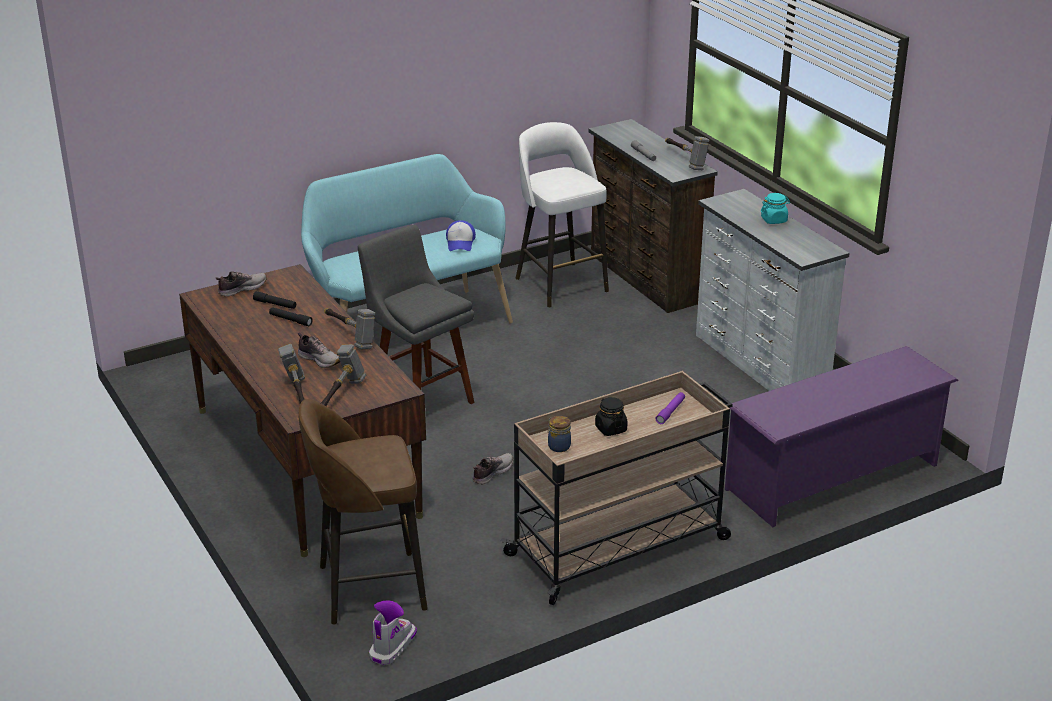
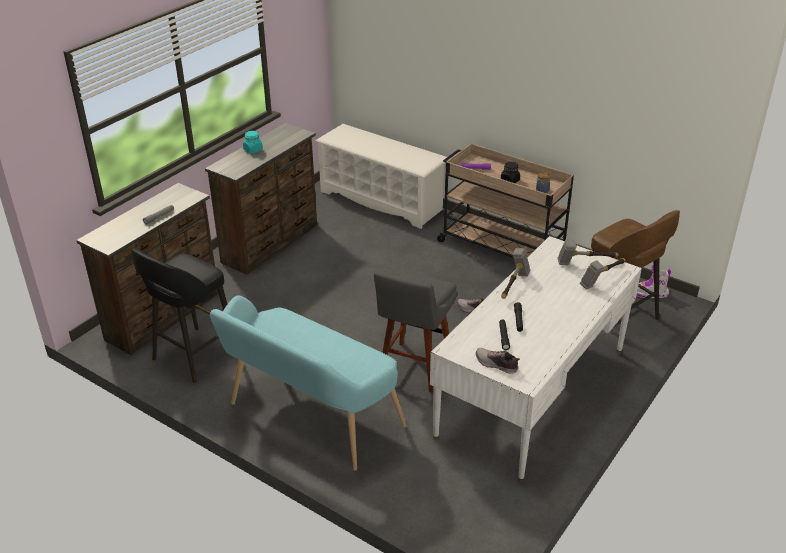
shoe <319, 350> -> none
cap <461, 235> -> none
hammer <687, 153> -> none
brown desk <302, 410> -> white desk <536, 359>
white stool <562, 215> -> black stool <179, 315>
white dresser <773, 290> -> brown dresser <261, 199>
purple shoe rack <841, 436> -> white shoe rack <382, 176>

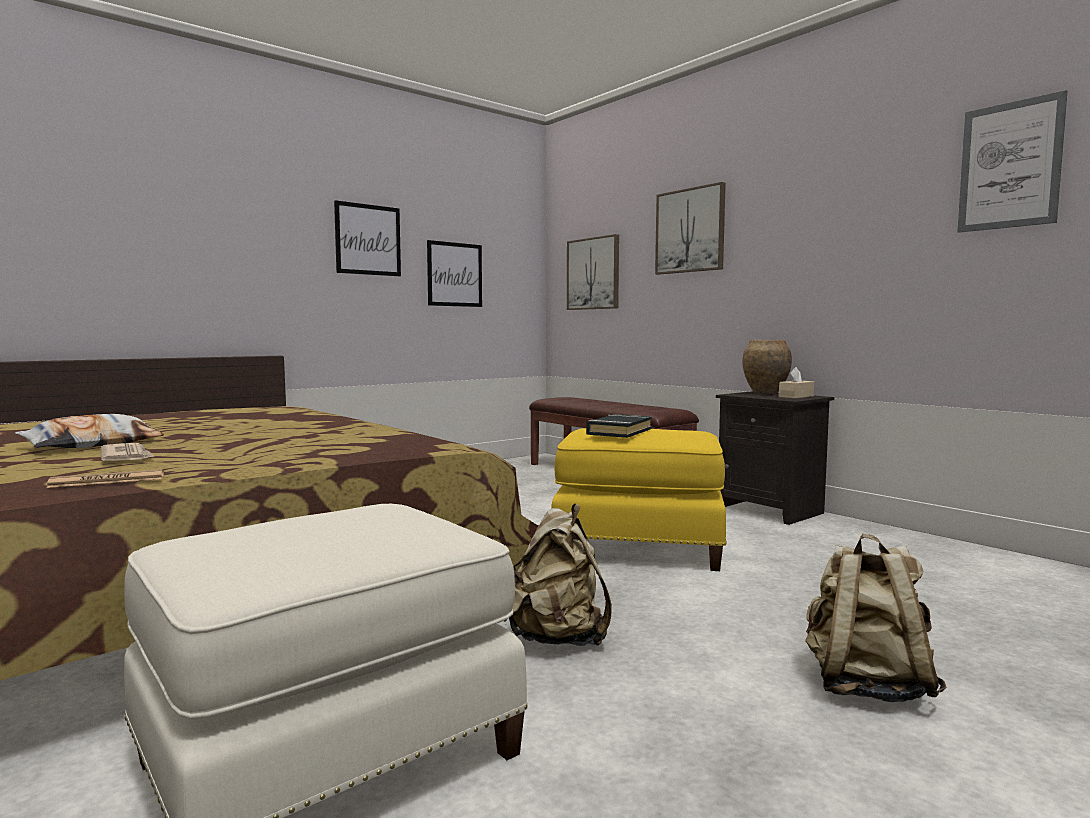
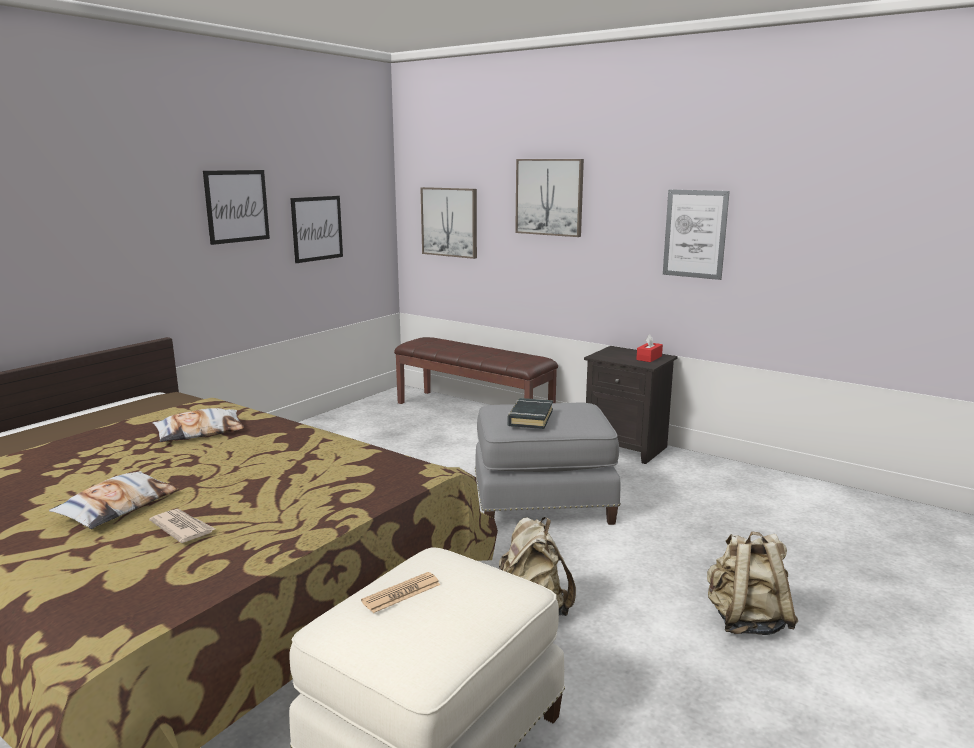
brown vase <767, 367> -> none
none -> pillow <198, 425>
newspaper <105, 478> -> newspaper <401, 592>, move
picture <1012, 161> -> picture <696, 234>, move
yellow ottoman <639, 499> -> grey ottoman <548, 464>
beige tissue box <796, 382> -> red tissue box <649, 348>

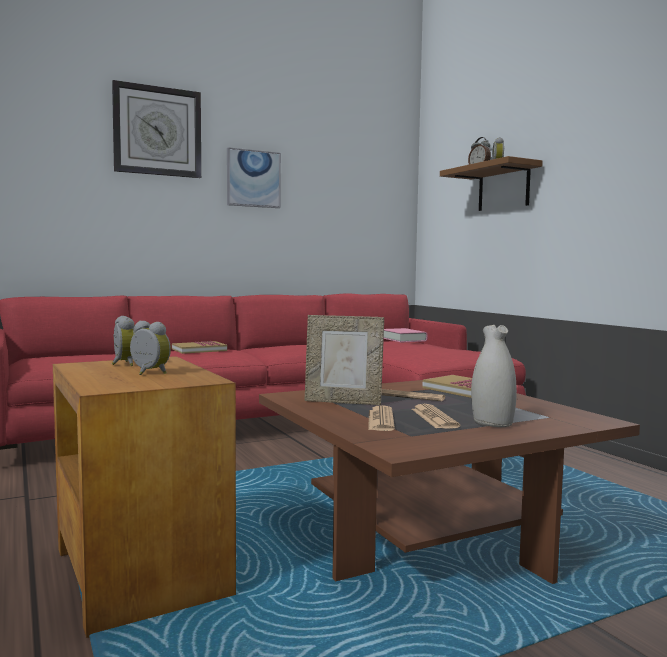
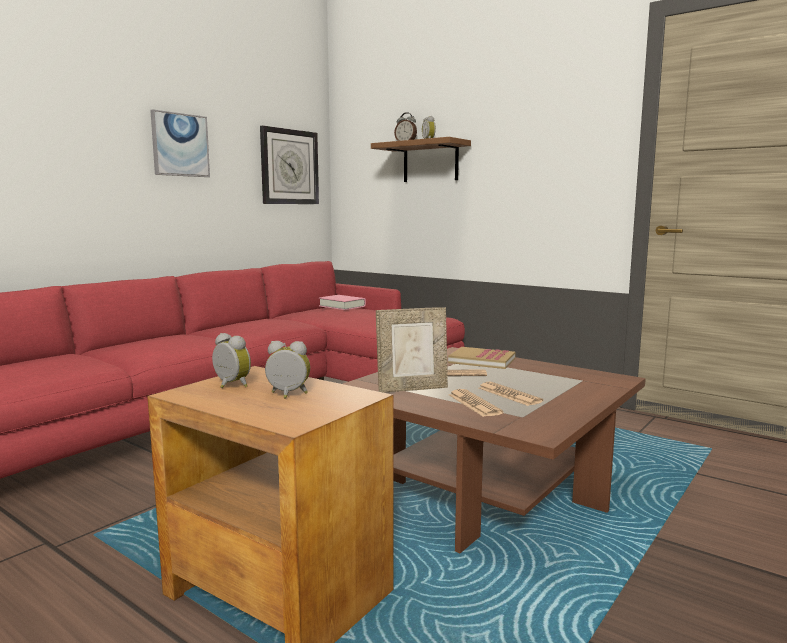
book <199, 347> -> none
white vase <494, 376> -> none
wall clock <156, 129> -> wall clock <289, 164>, move

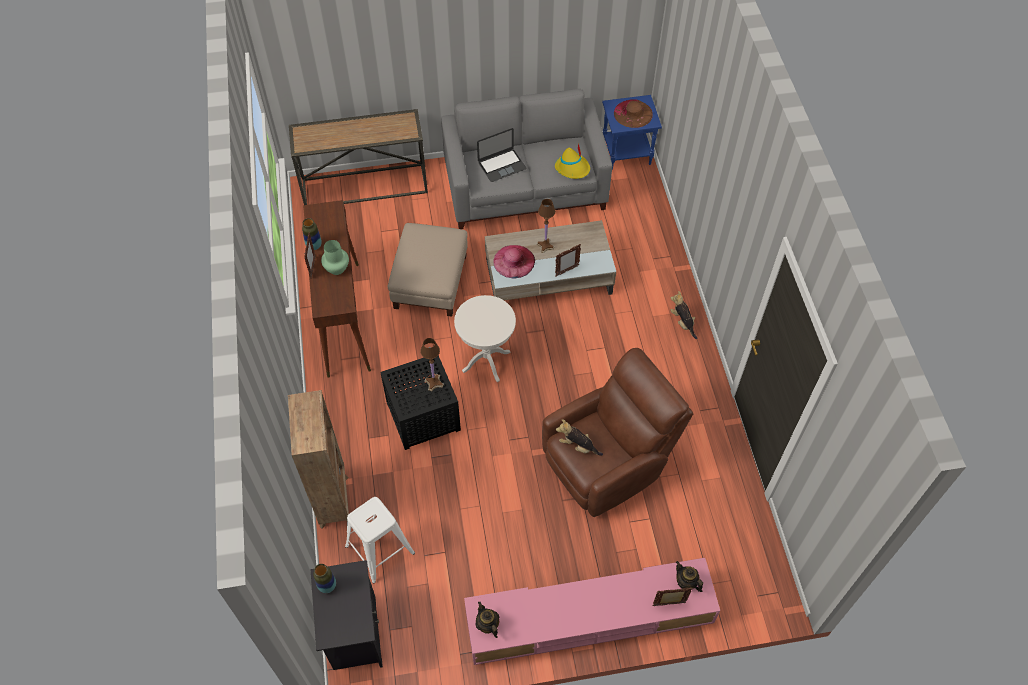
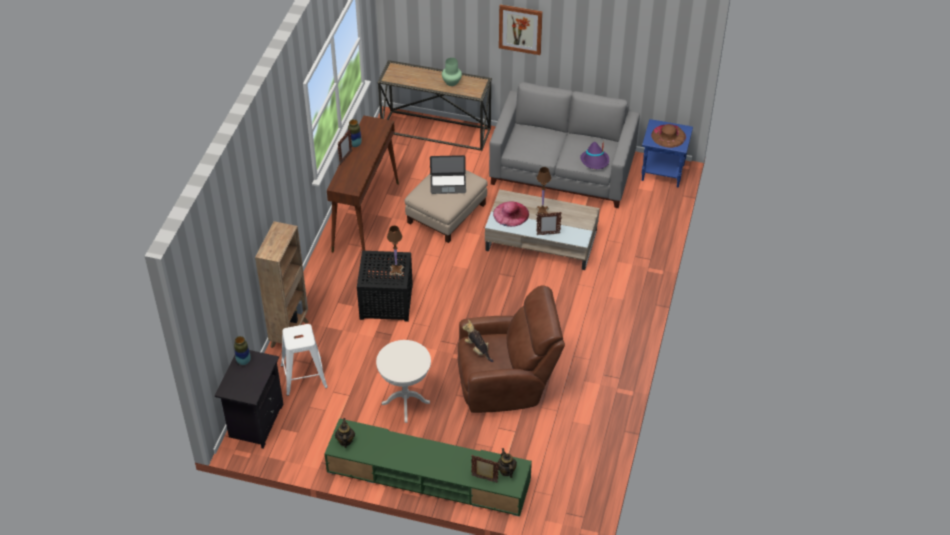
plush toy <684, 315> -> none
none -> picture <521, 29>
green vase <335, 257> -> green vase <452, 72>, move
white side table <485, 338> -> white side table <403, 381>, move
laptop <501, 155> -> laptop <448, 174>, move
pink tv stand <592, 611> -> green tv stand <428, 467>
yellow hat <572, 161> -> purple hat <594, 154>

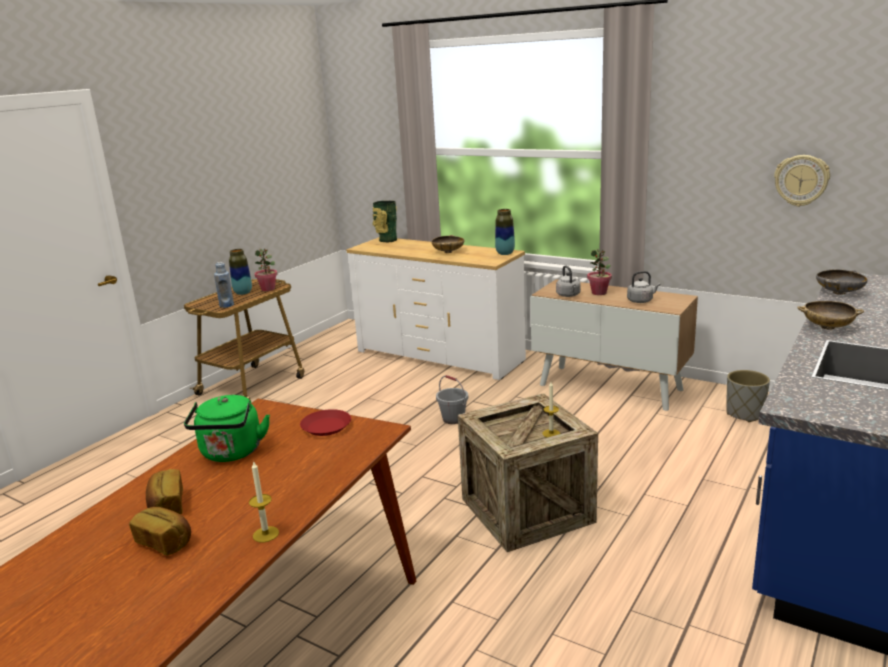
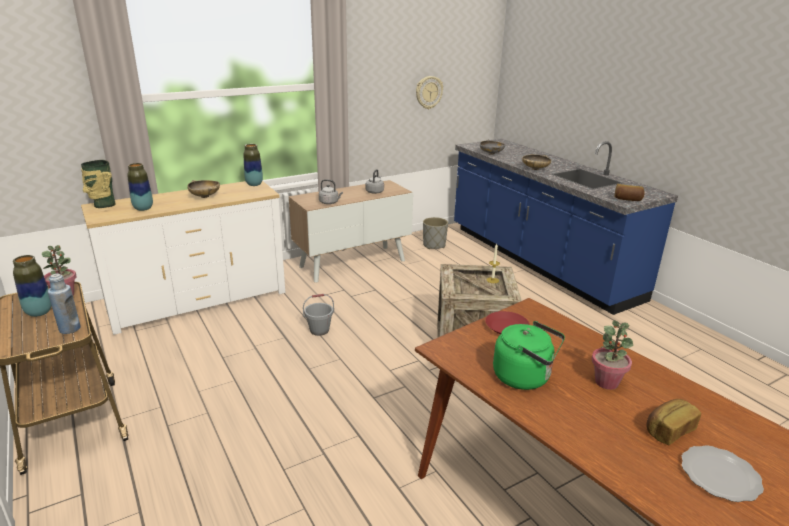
candle <264, 501> -> none
none -> vase <140, 187>
none -> plate <722, 473>
bread <164, 491> -> bread <629, 192>, move
potted plant <599, 272> -> potted plant <612, 355>, move

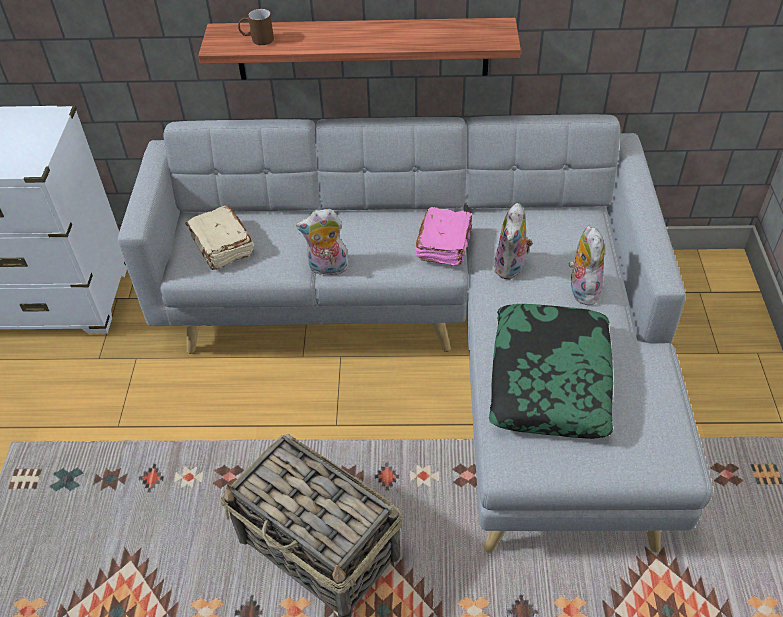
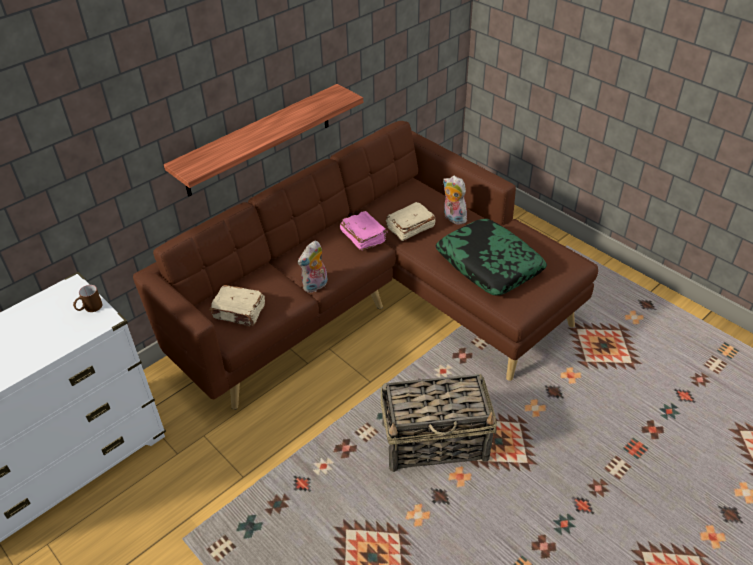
brown mug <256, 27> -> brown mug <88, 298>, move
plush toy <513, 241> -> beige book <411, 221>
grey sofa <415, 333> -> brown sofa <365, 265>

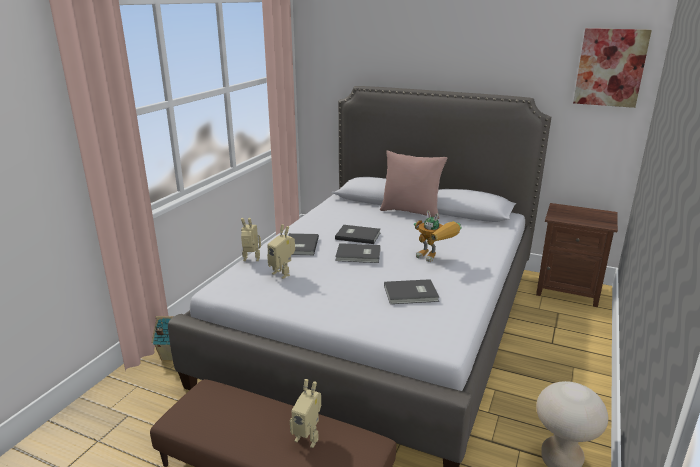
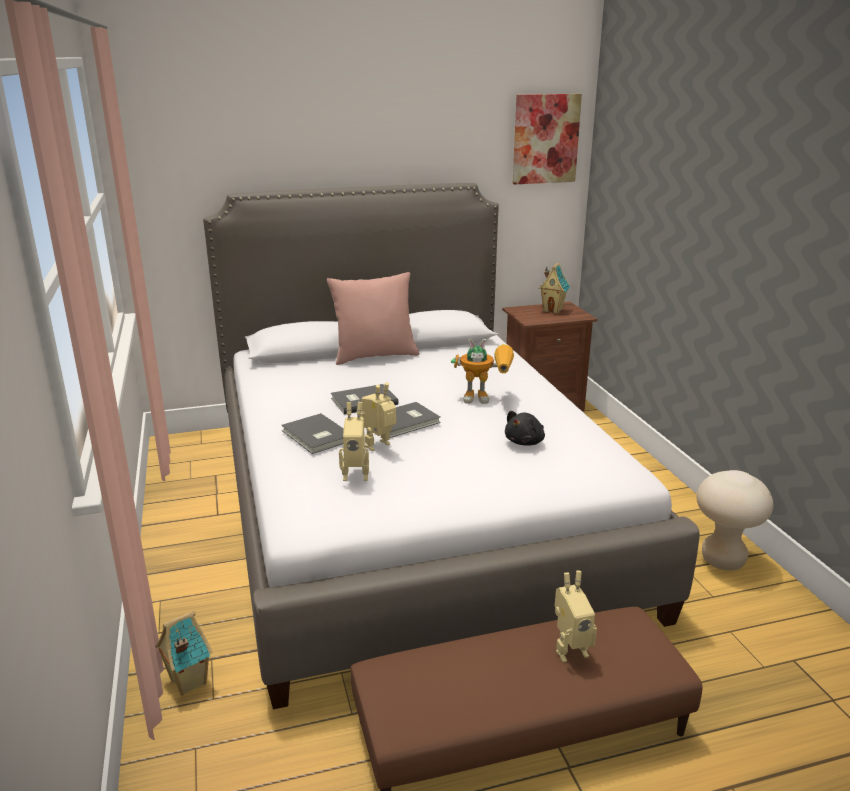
none -> toy house <554, 288>
toy robot <251, 239> -> toy robot <378, 416>, move
grey book <411, 291> -> black plush toy <525, 428>

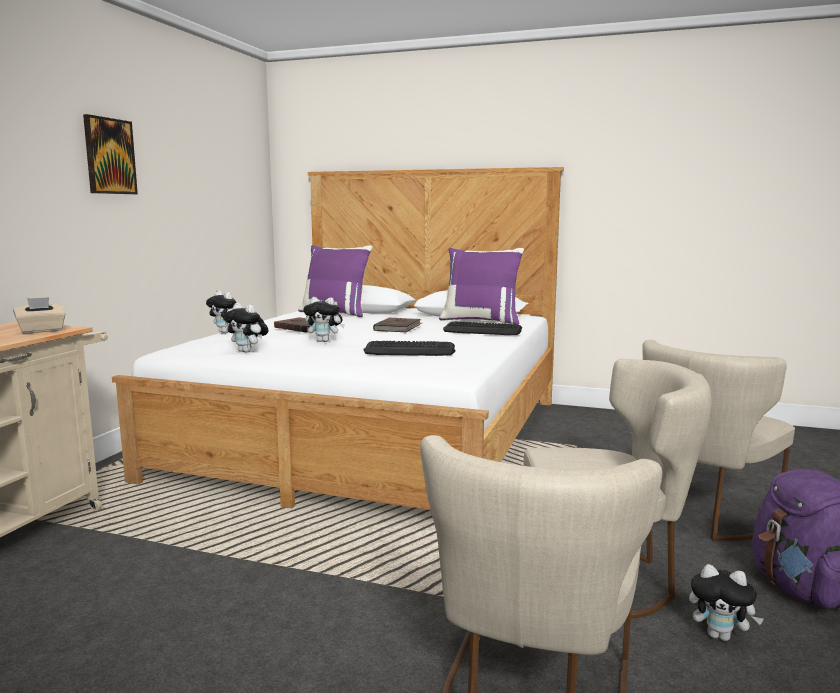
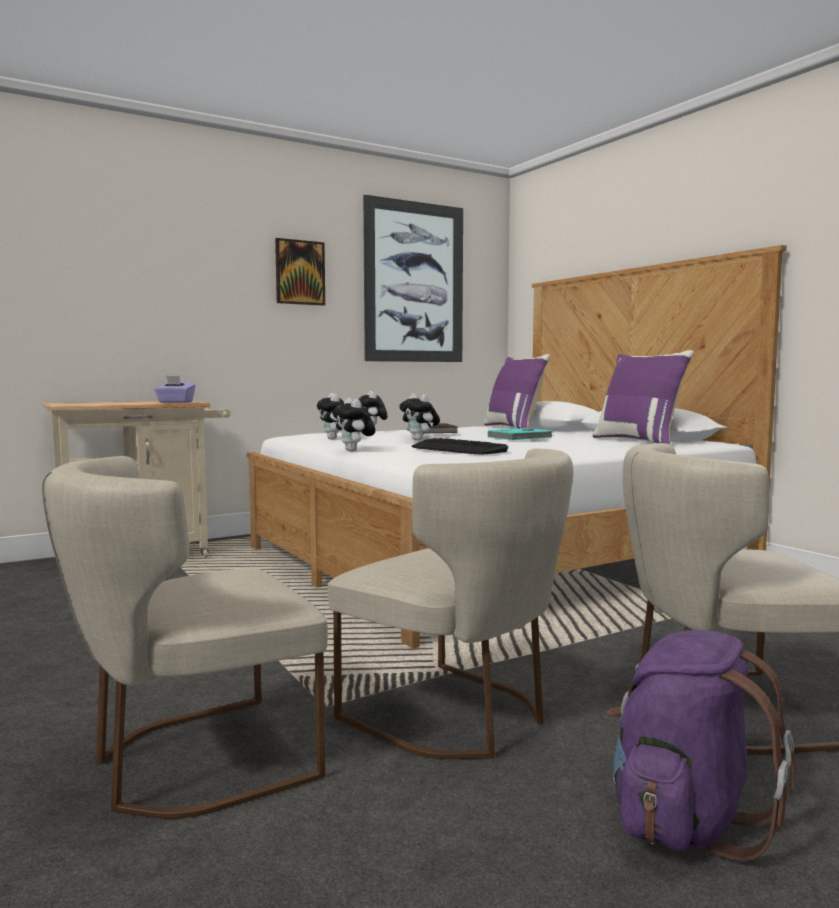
keyboard <482, 328> -> none
none -> picture <413, 278>
plush toy <726, 602> -> plush toy <353, 425>, move
beige tissue box <39, 315> -> purple tissue box <175, 389>
brown book <397, 324> -> turquoise book <521, 434>

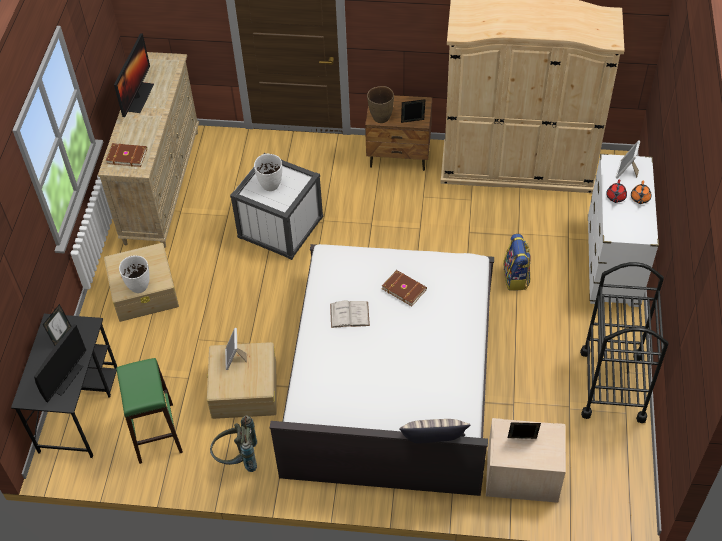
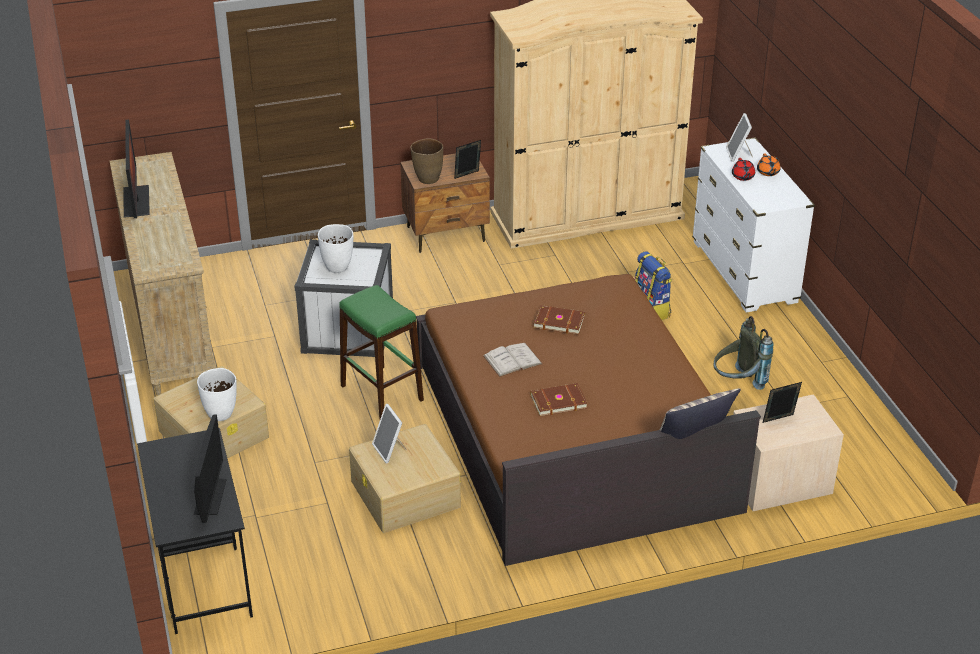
picture frame <57, 325> -> none
black cart <624, 342> -> none
brown book <126, 155> -> brown book <559, 400>, move
green stool <149, 411> -> green stool <381, 352>, move
grey backpack <233, 443> -> grey backpack <743, 353>, move
white bed <382, 370> -> brown bed <588, 420>

